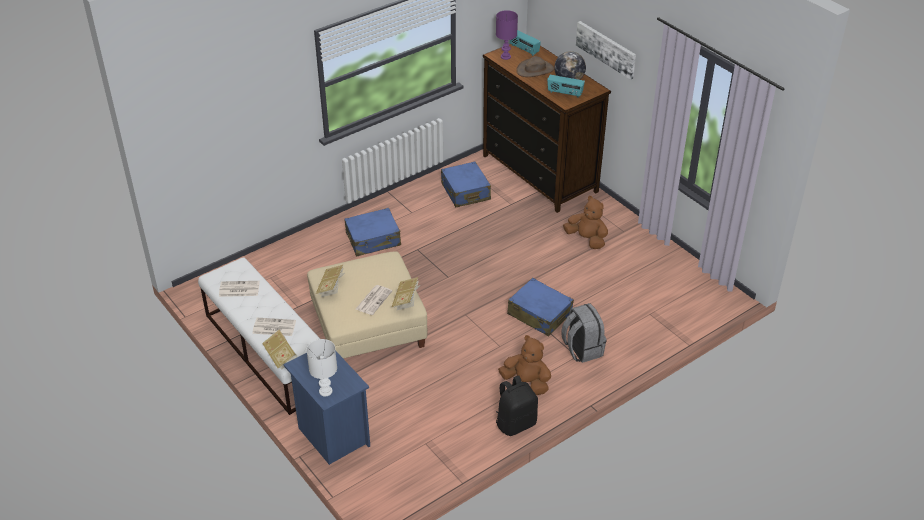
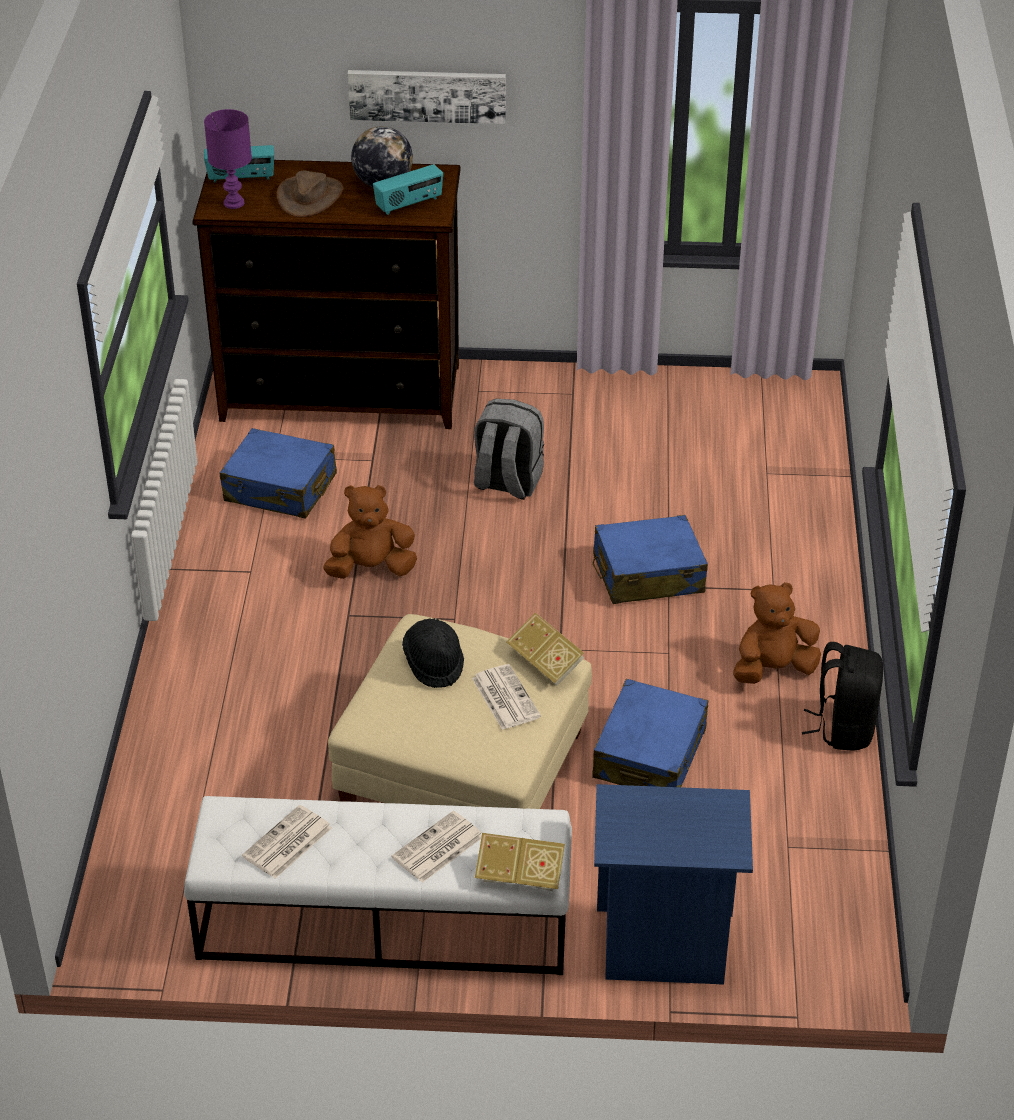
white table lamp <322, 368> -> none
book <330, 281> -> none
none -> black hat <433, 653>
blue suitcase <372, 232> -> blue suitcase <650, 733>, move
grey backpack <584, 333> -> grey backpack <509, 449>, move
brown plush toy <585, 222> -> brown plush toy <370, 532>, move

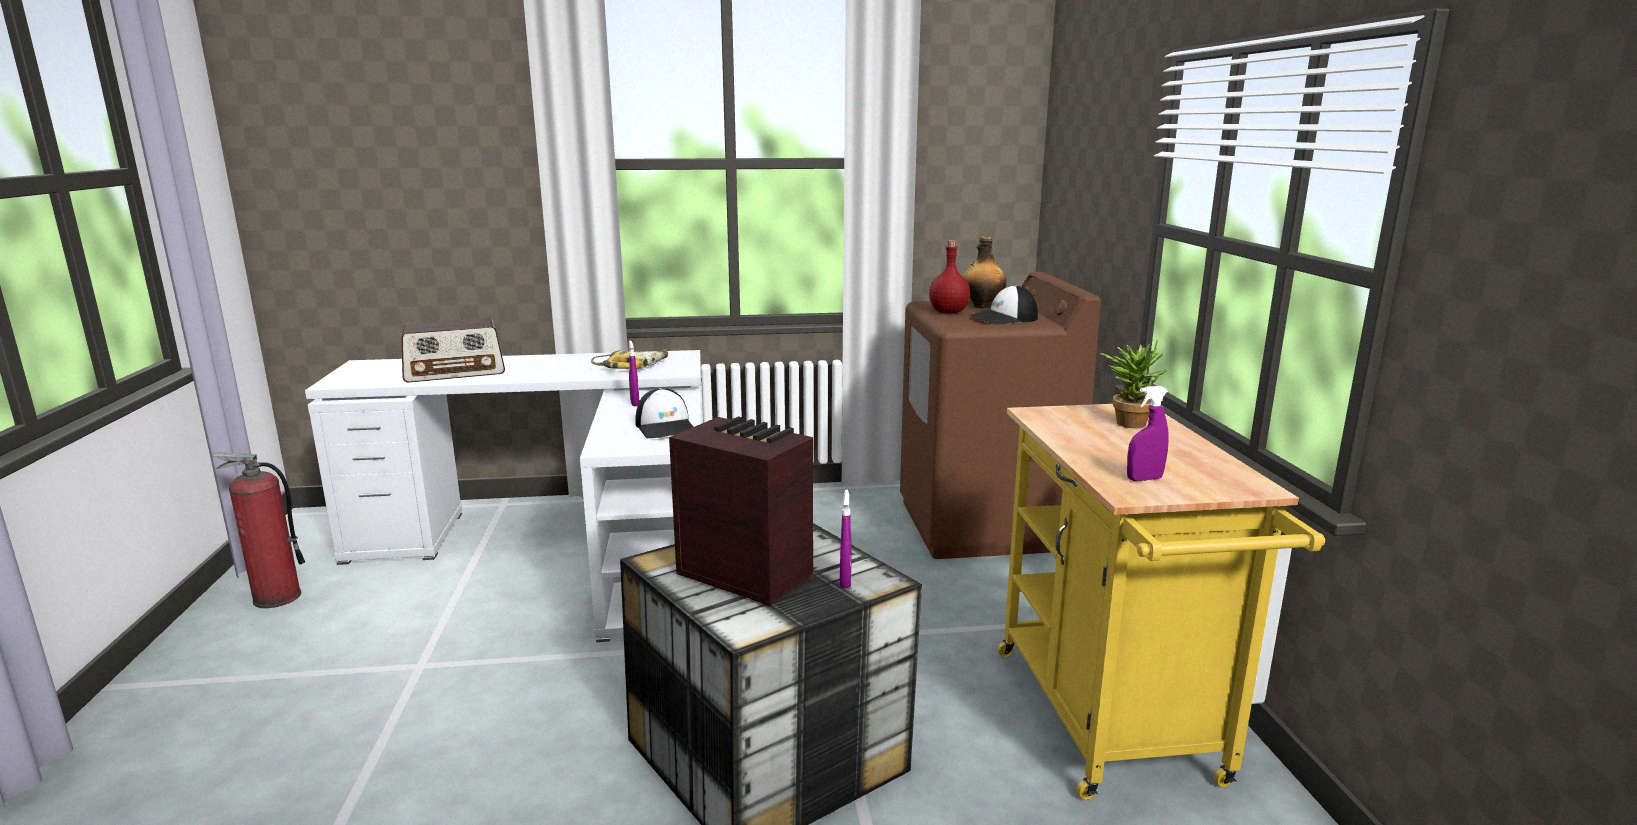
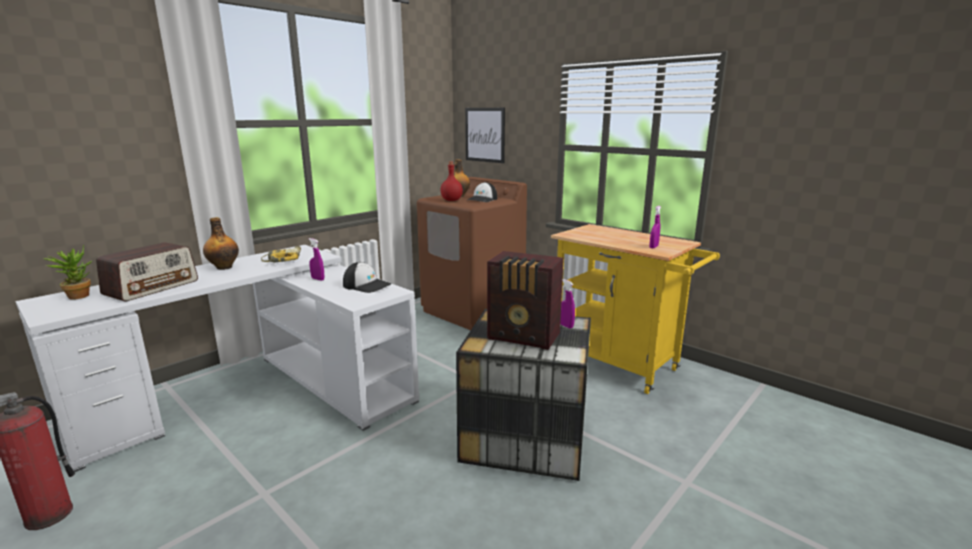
none -> bottle <221, 243>
none -> picture <485, 135>
potted plant <1134, 383> -> potted plant <67, 272>, move
radio <741, 511> -> radio <525, 300>, 150 degrees counterclockwise

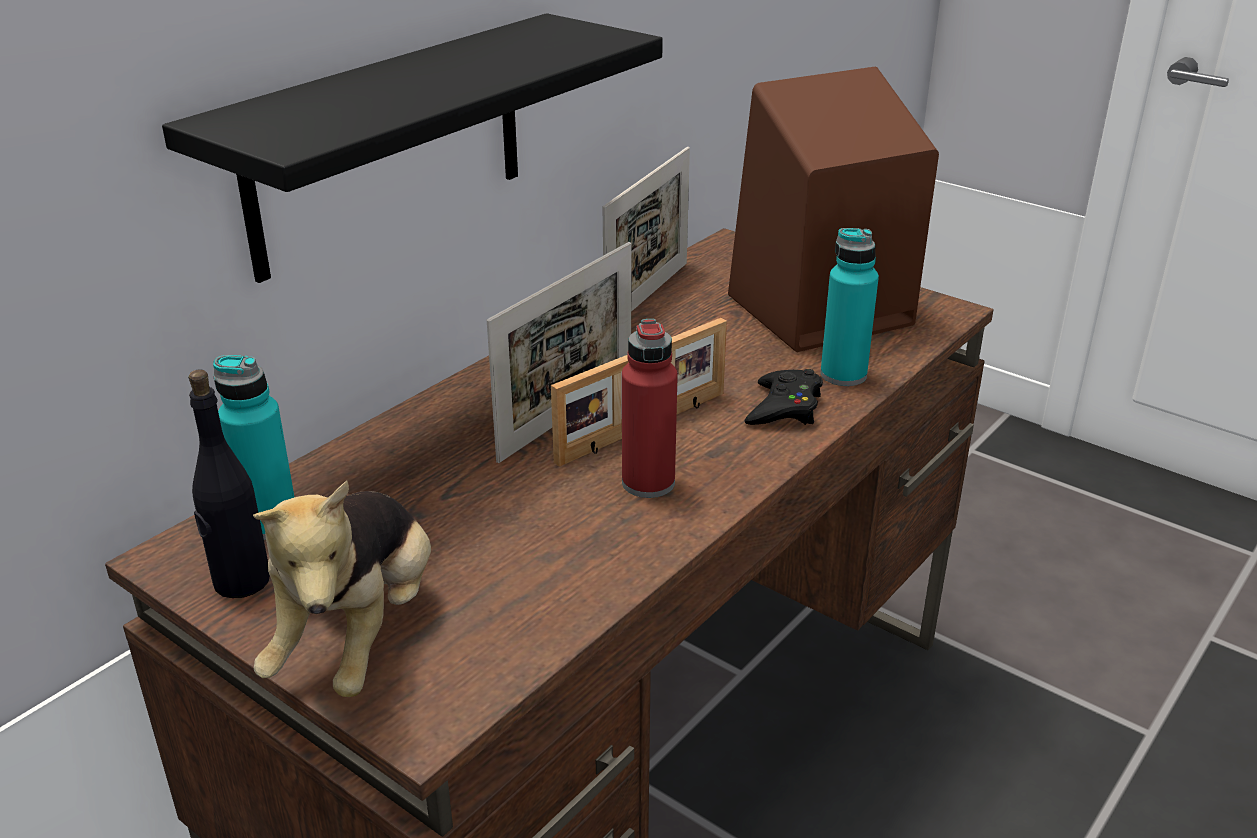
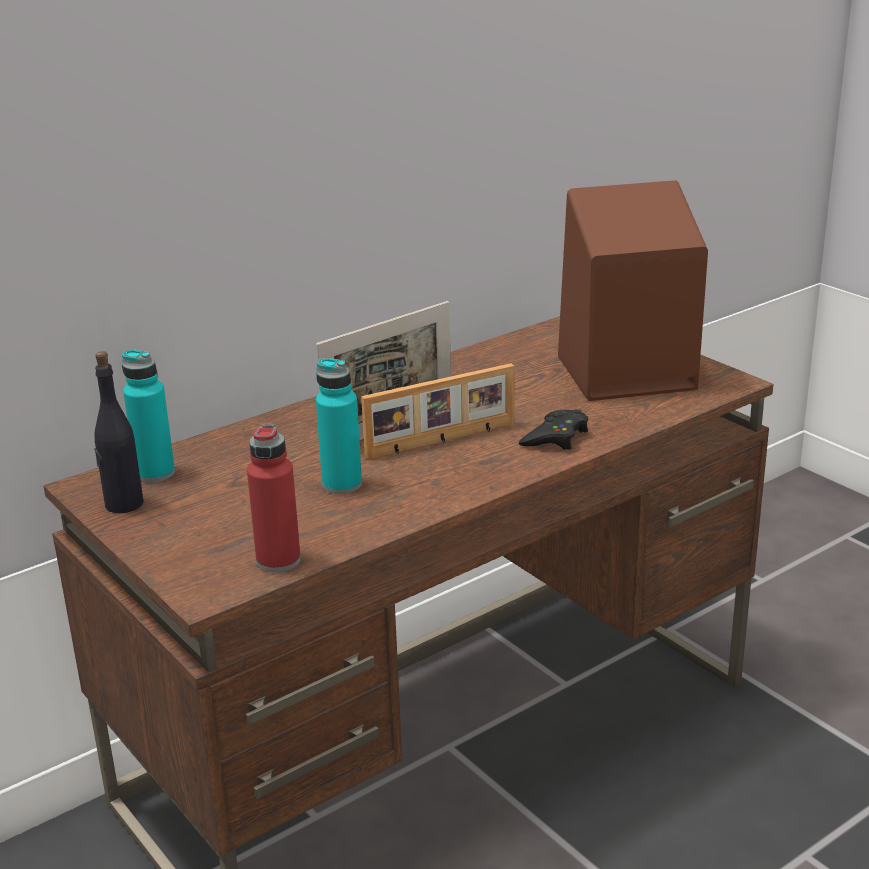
black shelf <412, 148> -> none
plush toy <342, 588> -> none
picture frame <646, 229> -> none
red bottle <650, 408> -> red bottle <274, 498>, move
turquoise bottle <849, 307> -> turquoise bottle <339, 426>, move

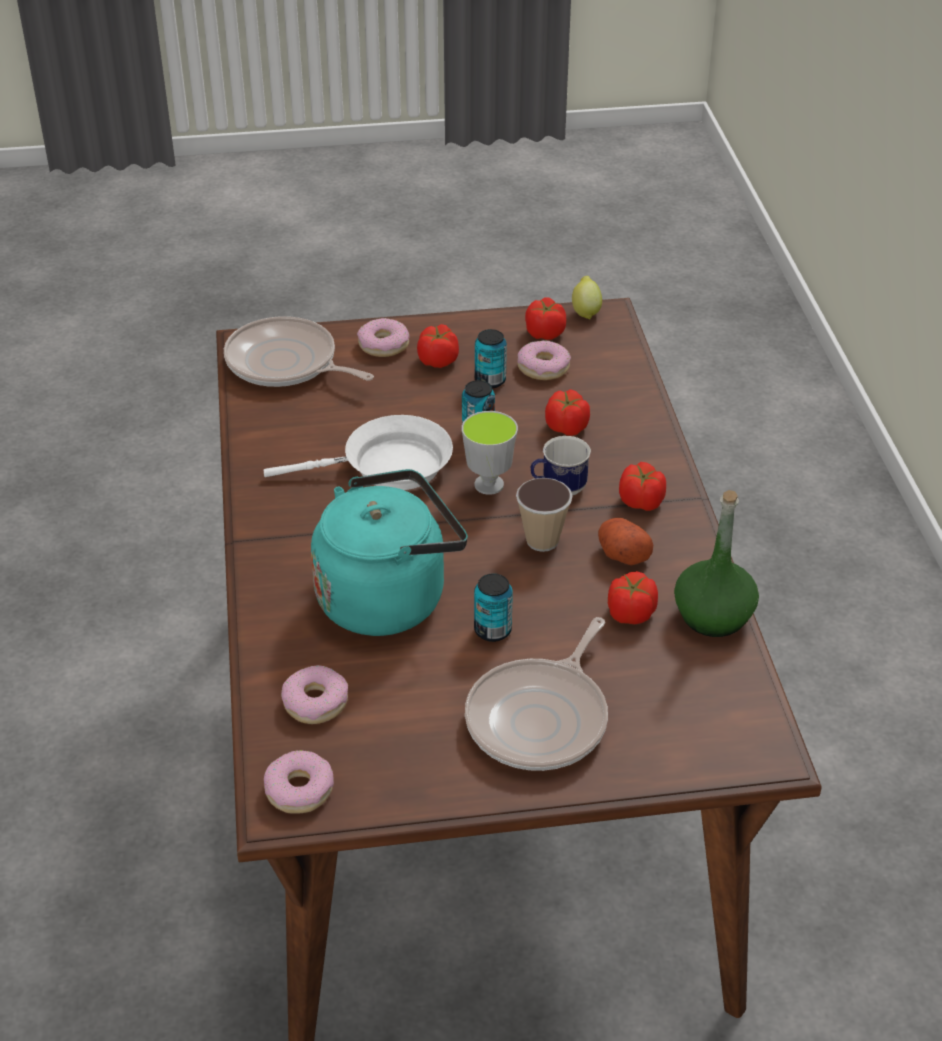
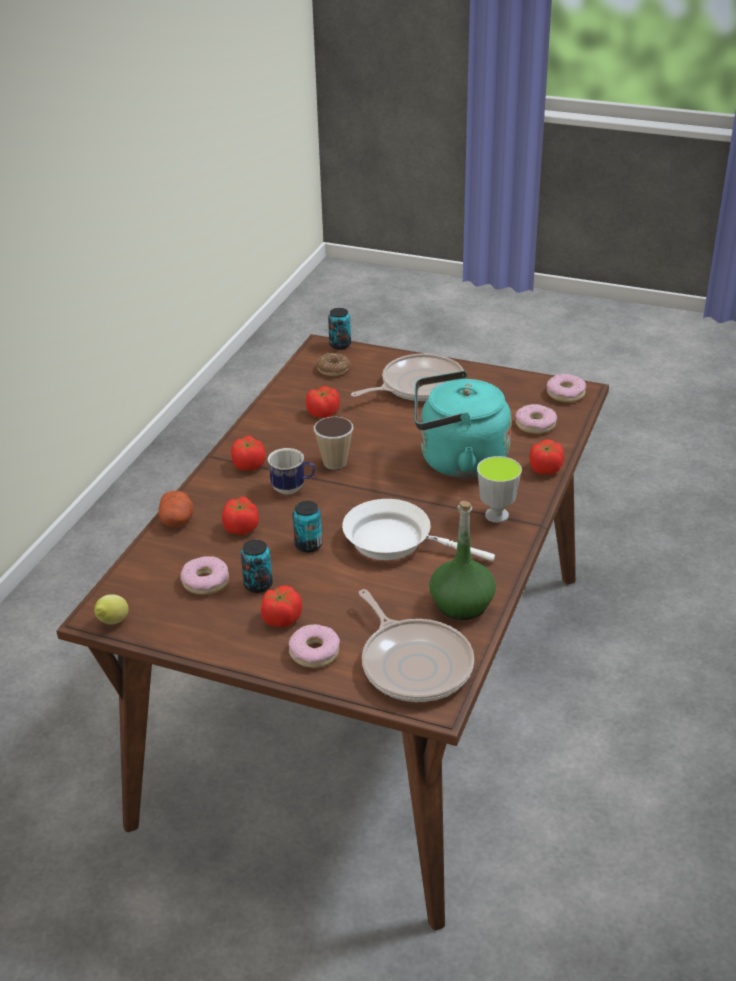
none -> donut <333, 364>
cup <490, 453> -> cup <499, 489>, move
can <493, 607> -> can <339, 329>, move
tomato <545, 318> -> tomato <546, 457>, move
potato <625, 542> -> potato <176, 509>, move
green bottle <716, 563> -> green bottle <462, 560>, move

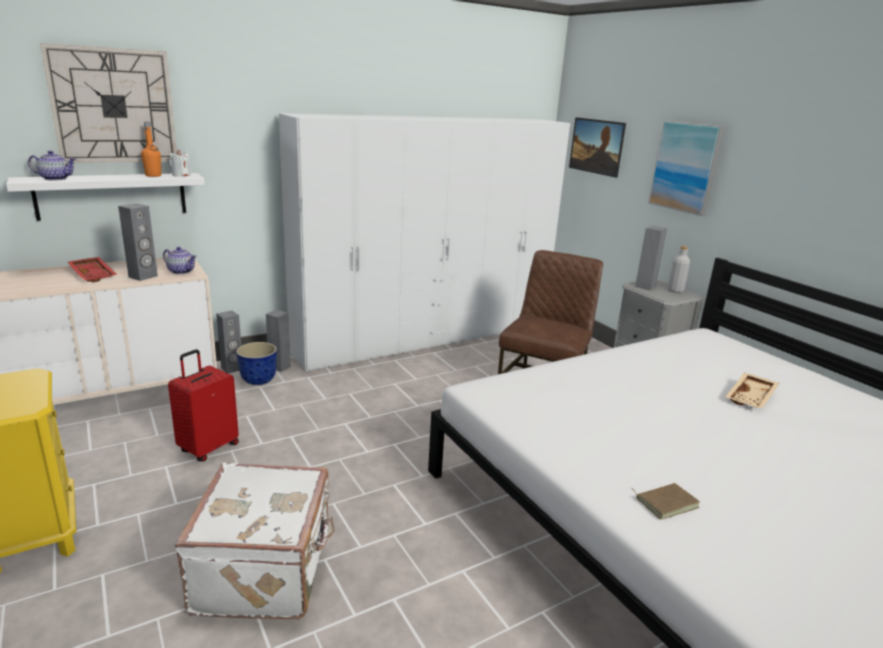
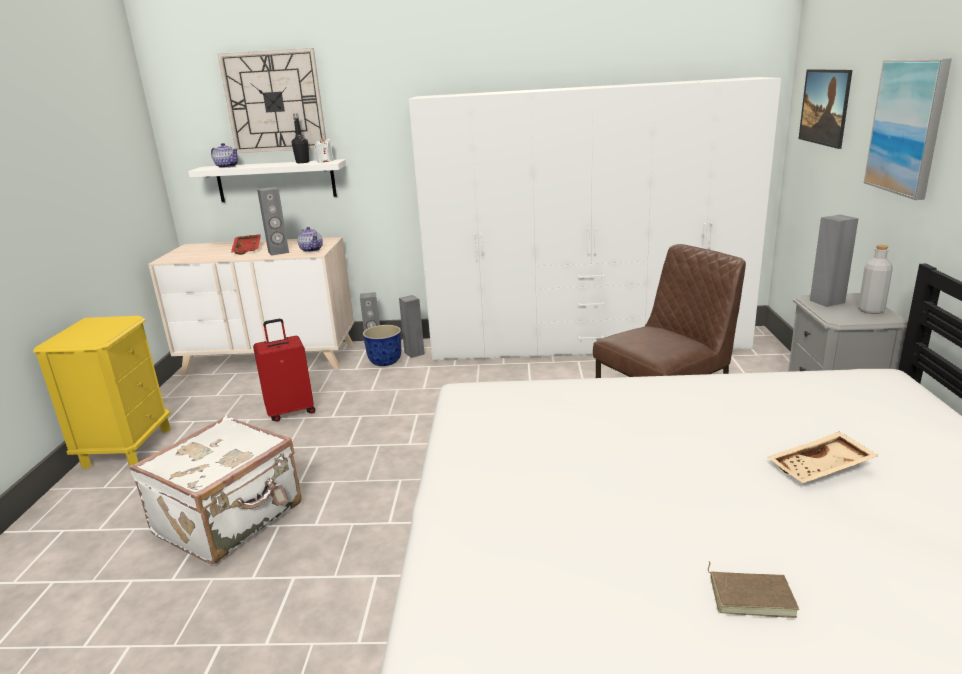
brown book <665, 501> -> brown book <753, 589>, move
orange bottle <151, 149> -> black bottle <300, 138>

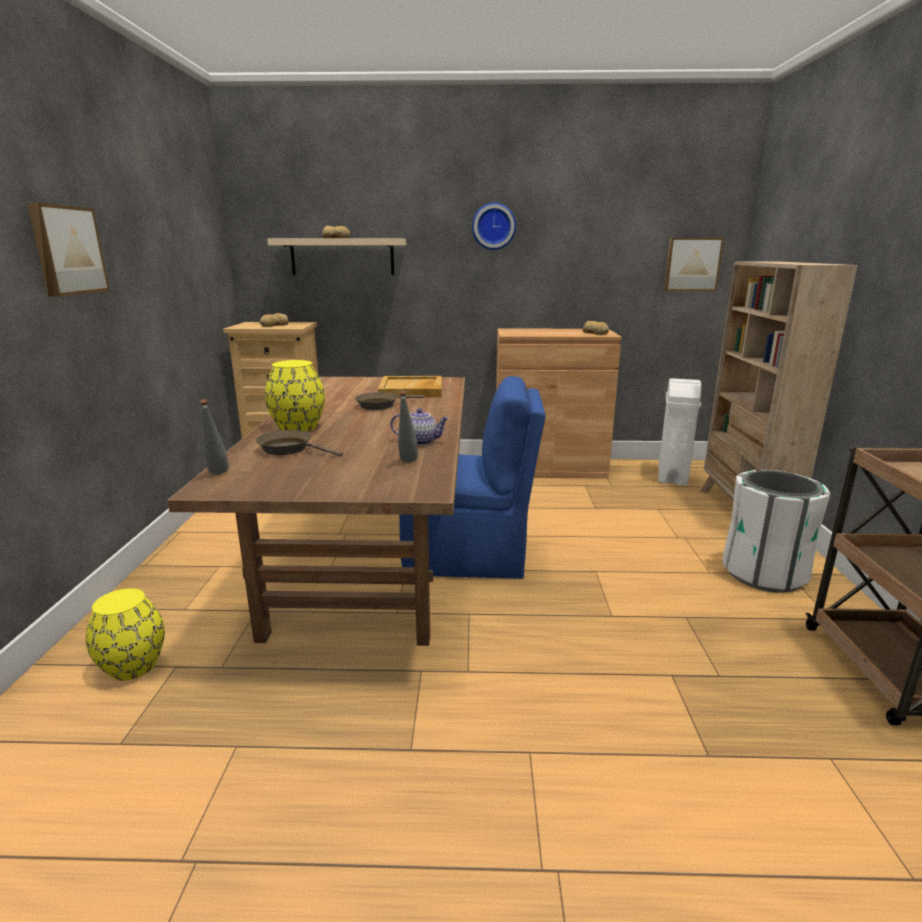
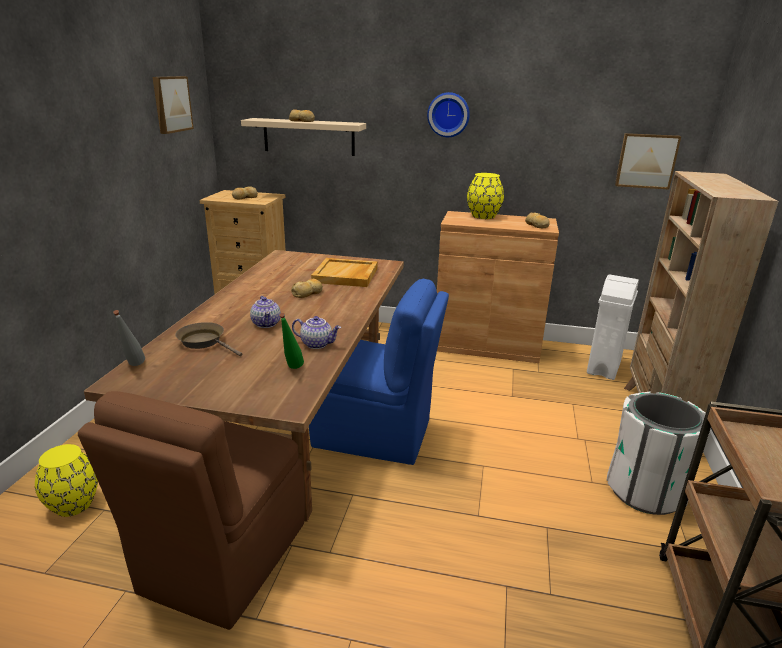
none -> brown chair <191, 510>
none -> teapot <265, 312>
picture <68, 250> -> picture <173, 105>, move
yellow vase <295, 396> -> yellow vase <485, 196>, move
brown frying pan <389, 401> -> bread <307, 288>
grey bottle <408, 426> -> green bottle <291, 341>

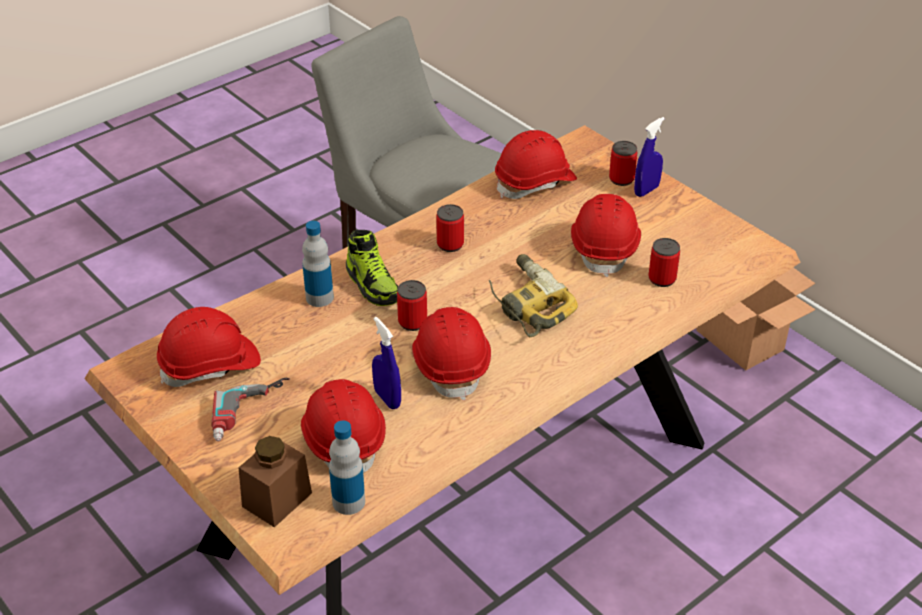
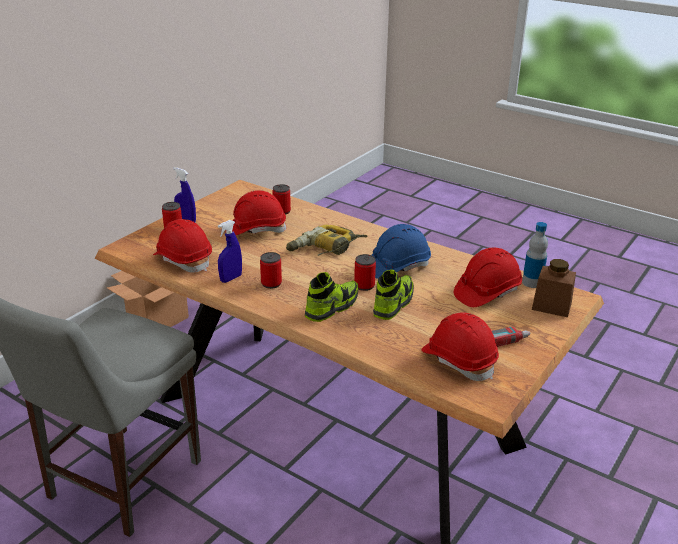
bottle <318, 264> -> none
none -> shoe <393, 295>
blue spray bottle <386, 363> -> blue spray bottle <230, 251>, move
red hard hat <451, 353> -> blue hard hat <401, 251>

